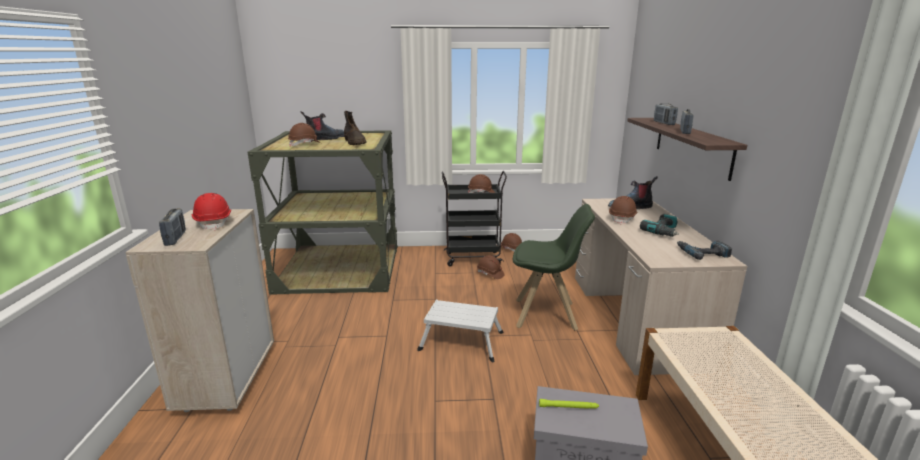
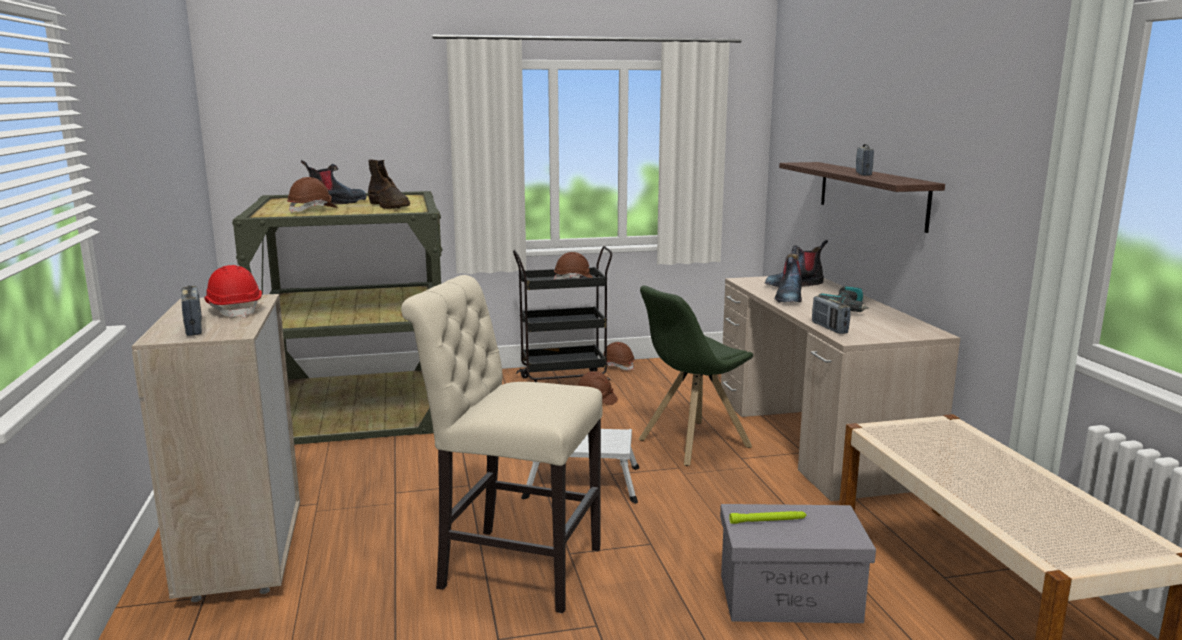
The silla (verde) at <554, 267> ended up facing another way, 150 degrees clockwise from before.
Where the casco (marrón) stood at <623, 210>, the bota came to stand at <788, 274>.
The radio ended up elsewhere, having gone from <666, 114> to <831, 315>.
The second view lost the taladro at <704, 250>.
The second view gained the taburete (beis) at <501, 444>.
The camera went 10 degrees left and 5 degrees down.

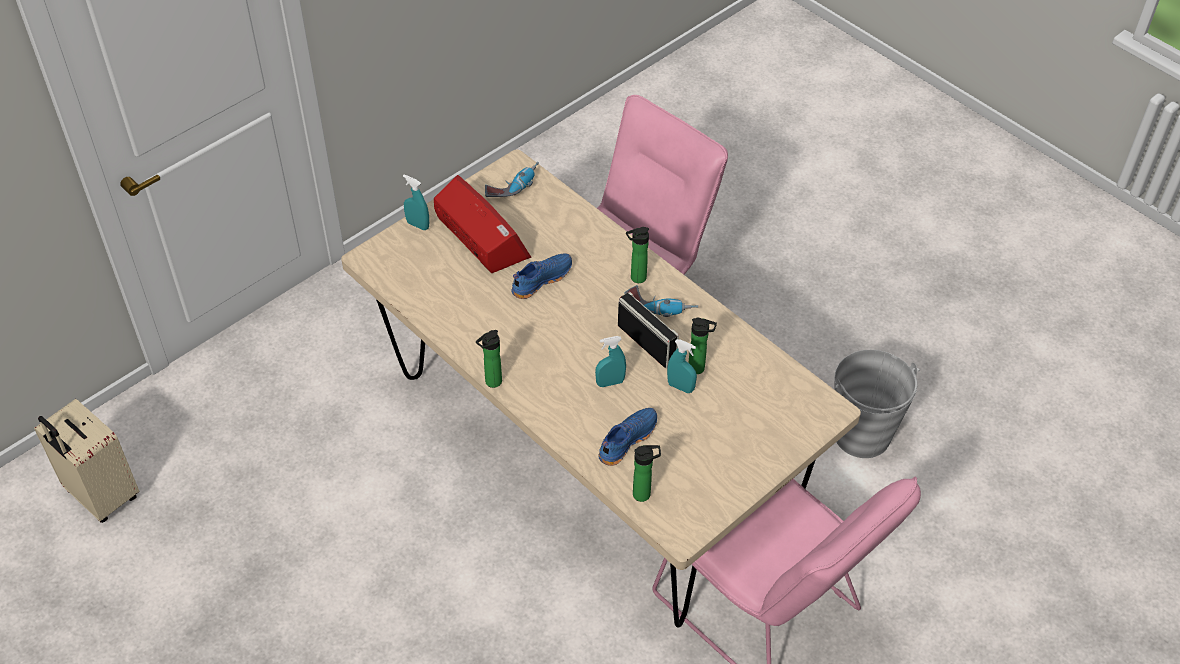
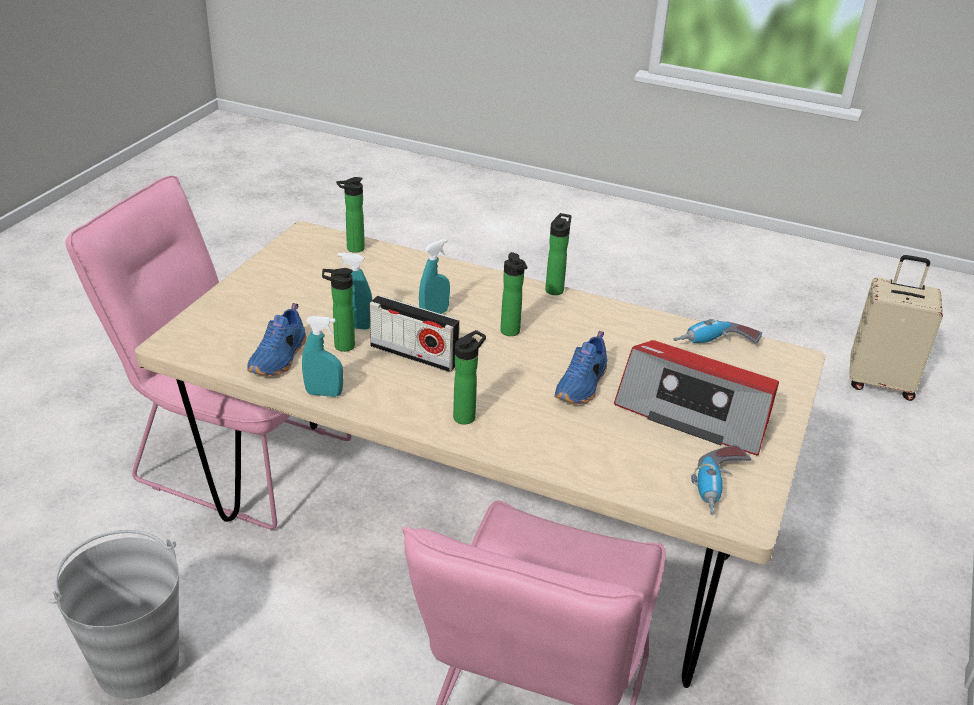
The pulverizador (turquesa) ended up elsewhere, having gone from <416, 202> to <322, 356>.
The zapato (azul) ended up elsewhere, having gone from <627, 437> to <276, 339>.
The taladro ended up elsewhere, having gone from <661, 301> to <718, 331>.
The second view gained the botella at <513, 294>.
The camera went 155 degrees right and 15 degrees down.

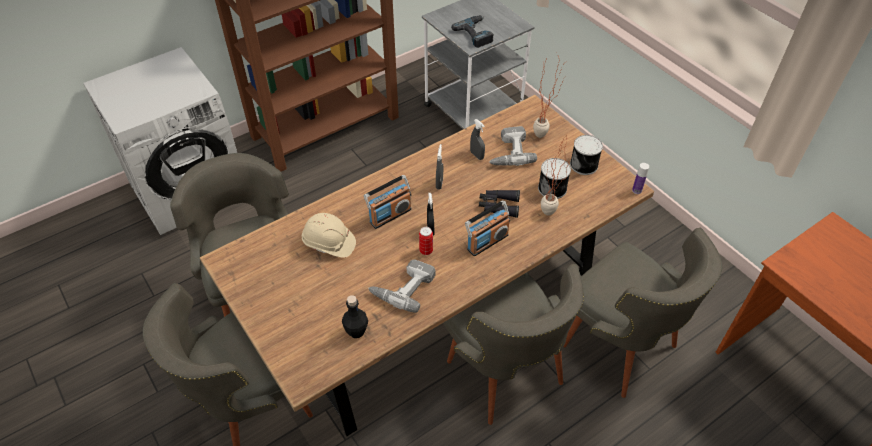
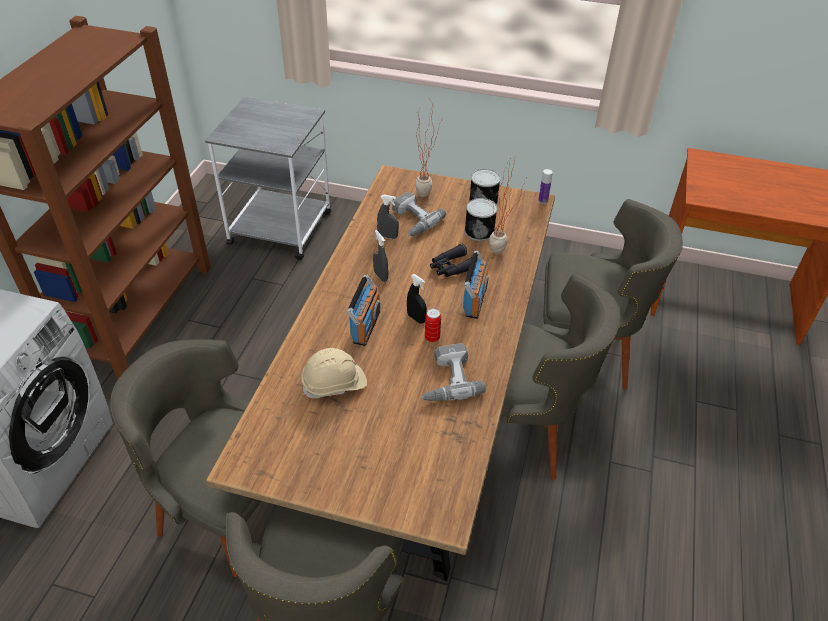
The second view lost the botella (negro) at <355, 316>.
The second view lost the taladro at <472, 31>.
The camera went 40 degrees left and 5 degrees down.

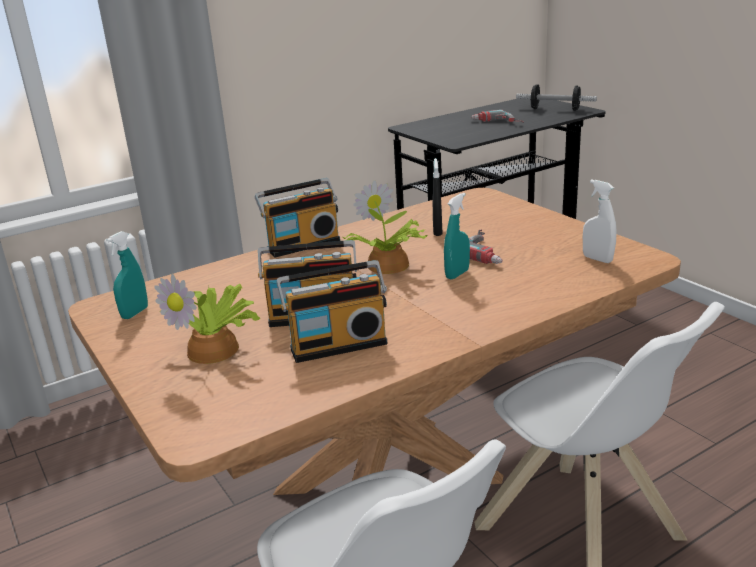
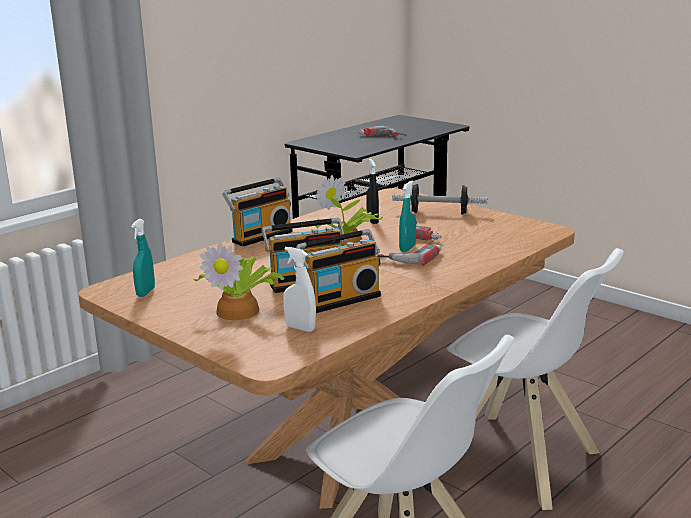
The mancuerna ended up elsewhere, having gone from <556, 97> to <439, 199>.
The pulverizador (blanco) ended up elsewhere, having gone from <599, 221> to <299, 289>.
The second view gained the taladro at <409, 255>.
The camera went 15 degrees left and 5 degrees down.

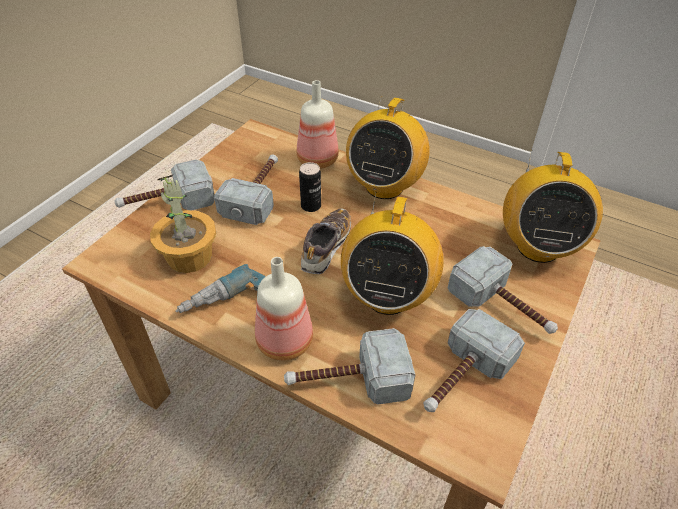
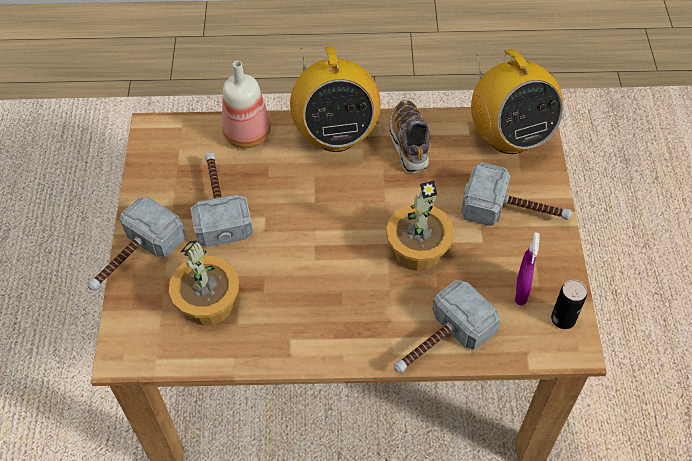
The second view lost the taladro at <220, 288>.
The second view lost the botella at <284, 309>.
The lata ended up elsewhere, having gone from <310, 187> to <569, 304>.
The zapato ended up elsewhere, having gone from <326, 241> to <410, 136>.
Where the radio stood at <392, 253>, the planta en maceta came to stand at <420, 225>.
Where the martillo stood at <474, 360>, the pulverizador (morado) came to stand at <527, 268>.
The camera went 30 degrees left and 10 degrees up.

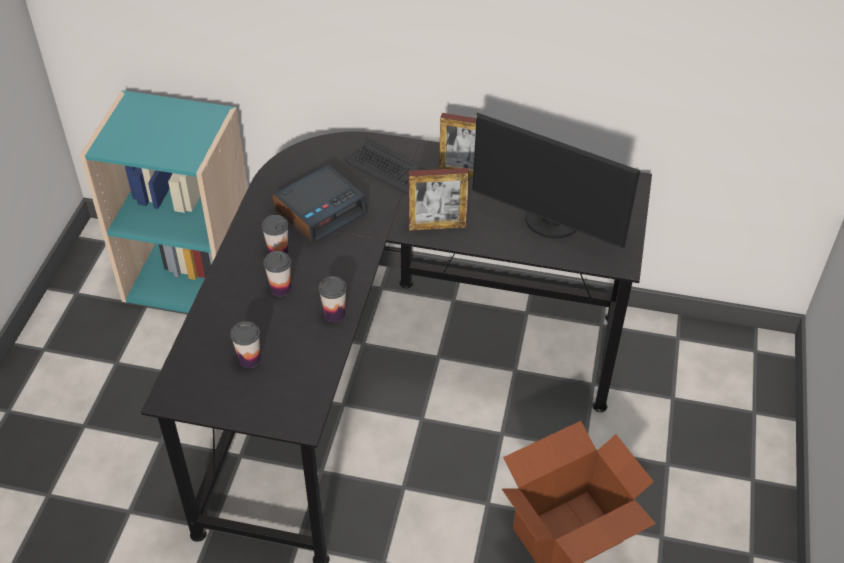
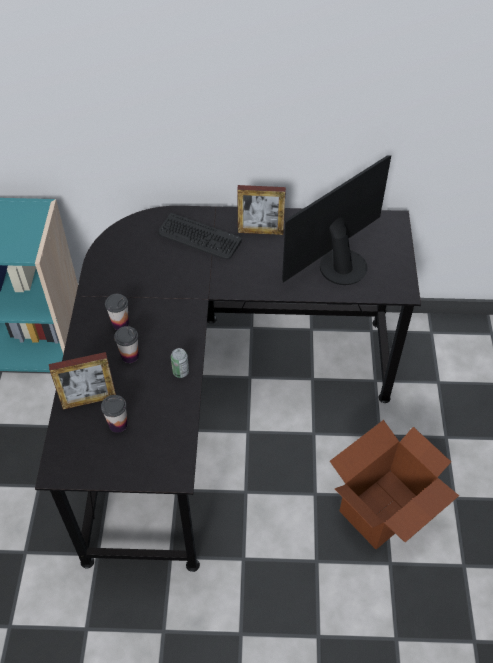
The second view lost the despertador at <320, 204>.
Where the taza stood at <332, 299>, the lata came to stand at <180, 363>.
The portarretratos ended up elsewhere, having gone from <438, 199> to <82, 381>.
The monitor at <556, 180> ended up facing another way, 120 degrees clockwise from before.
The camera went 10 degrees left and 5 degrees up.

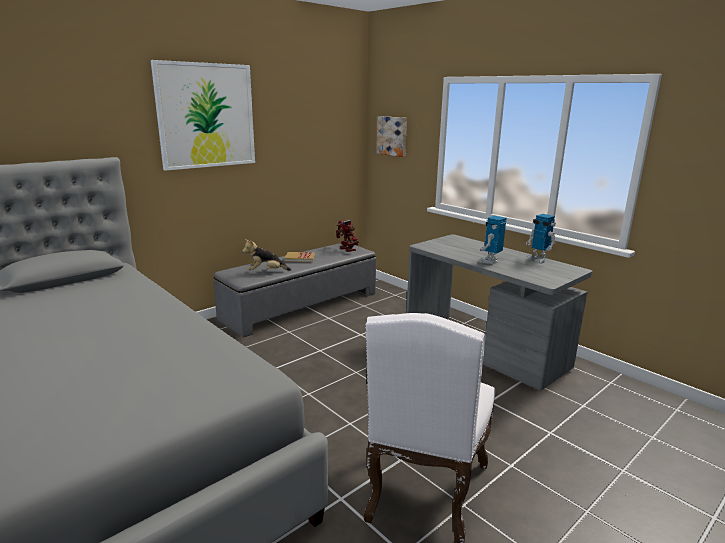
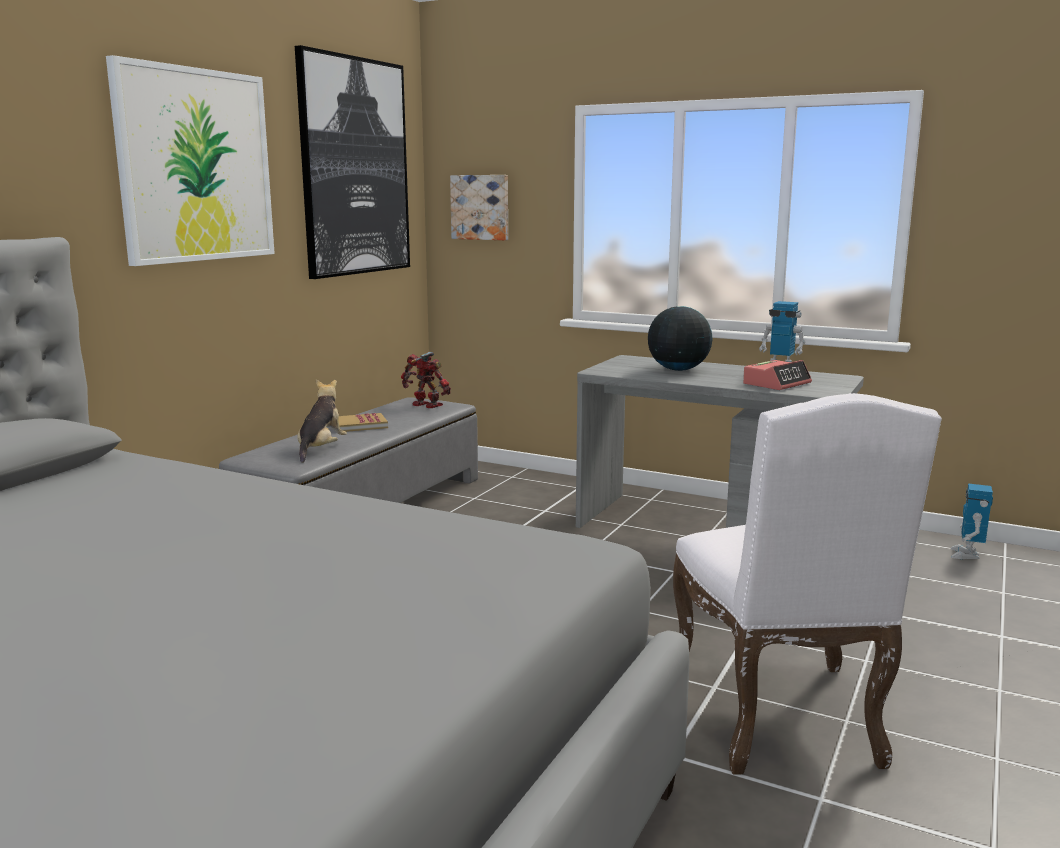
The peluche at <266, 255> ended up facing another way, 135 degrees clockwise from before.
The robot de juguete ended up elsewhere, having gone from <492, 240> to <971, 521>.
The second view gained the cuadro at <352, 162>.
The second view gained the globo terráqueo at <680, 338>.
The second view gained the despertador at <777, 375>.
The camera went 20 degrees left and 5 degrees down.

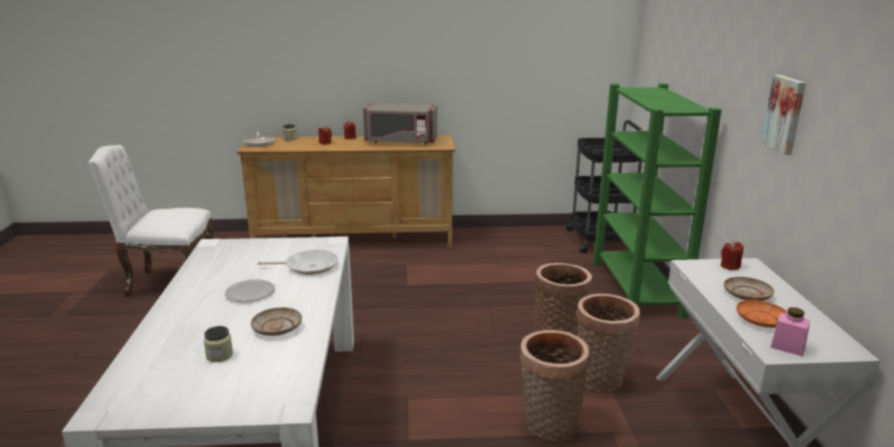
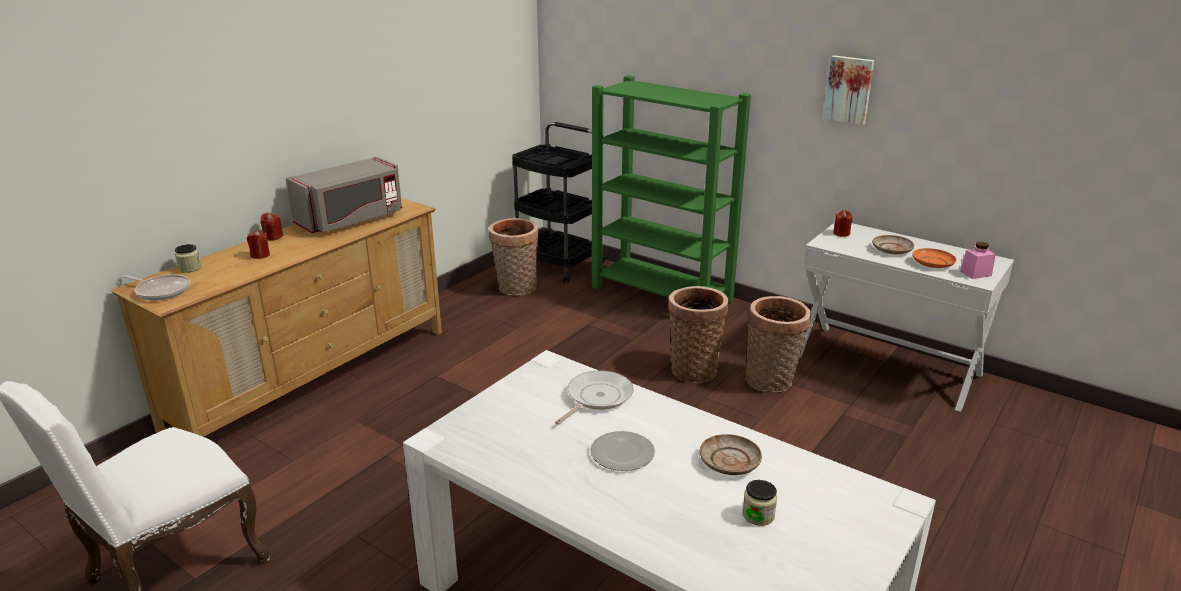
The cesta ended up elsewhere, having gone from <555, 385> to <514, 257>.
The camera went 50 degrees left and 5 degrees up.

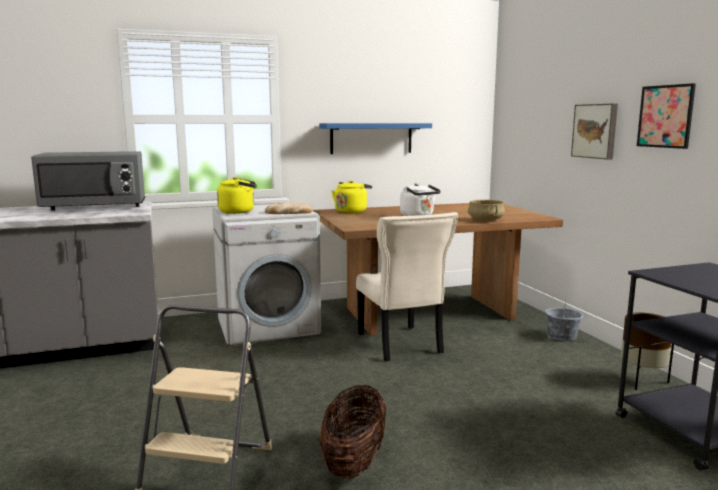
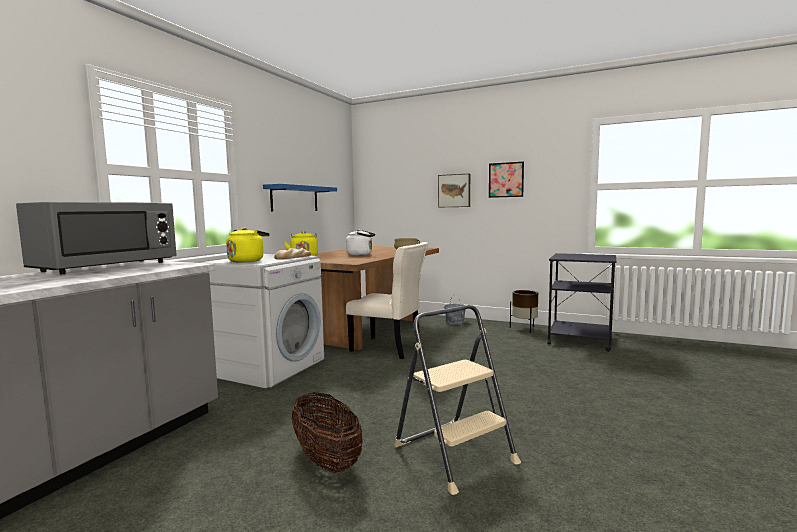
The cesta ended up elsewhere, having gone from <352, 432> to <326, 432>.
The camera went 45 degrees left and 5 degrees down.

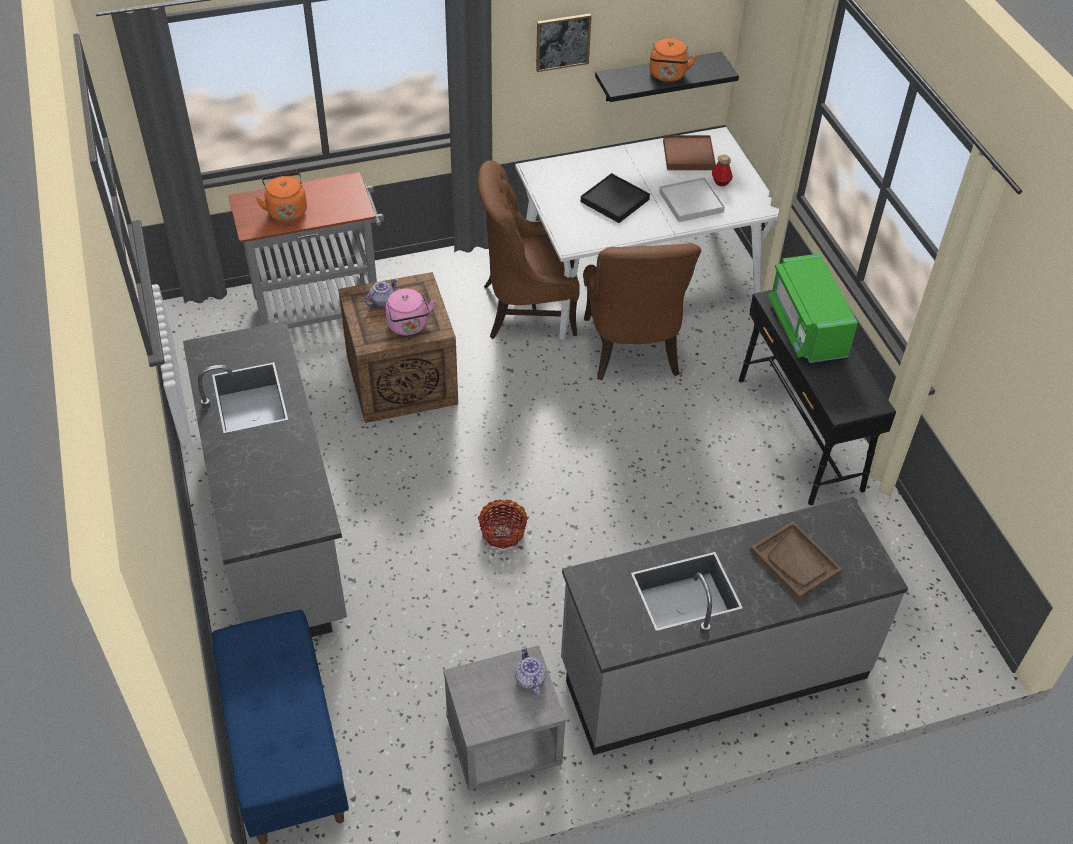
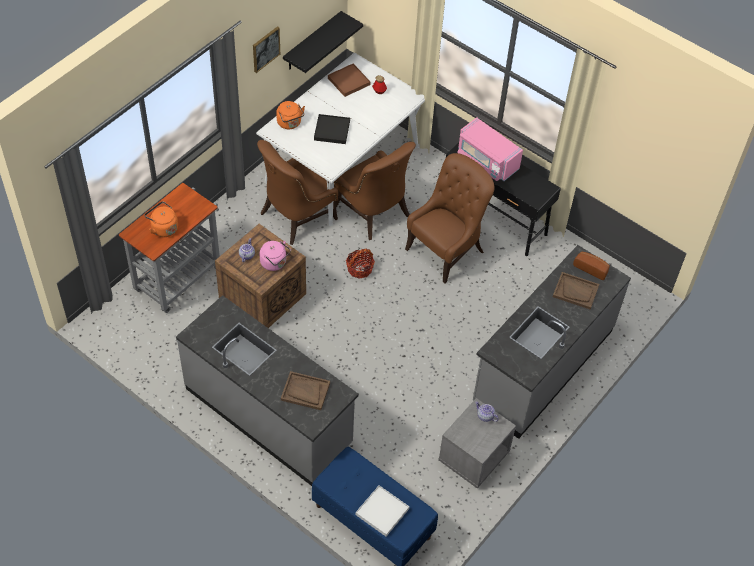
The cesta ended up elsewhere, having gone from <503, 524> to <360, 263>.
The hervidor (naranja) ended up elsewhere, having gone from <673, 60> to <290, 115>.
The bandeja (blanco) ended up elsewhere, having gone from <692, 199> to <382, 511>.
What was the microondas (verde) at <813, 308> turned into the microondas (rosa) at <490, 149>.
The second view gained the bandeja (marrón) at <305, 390>.
The second view gained the silla (marrón) at <449, 218>.
The second view gained the pan at <591, 266>.
The camera went 35 degrees left and 5 degrees up.

